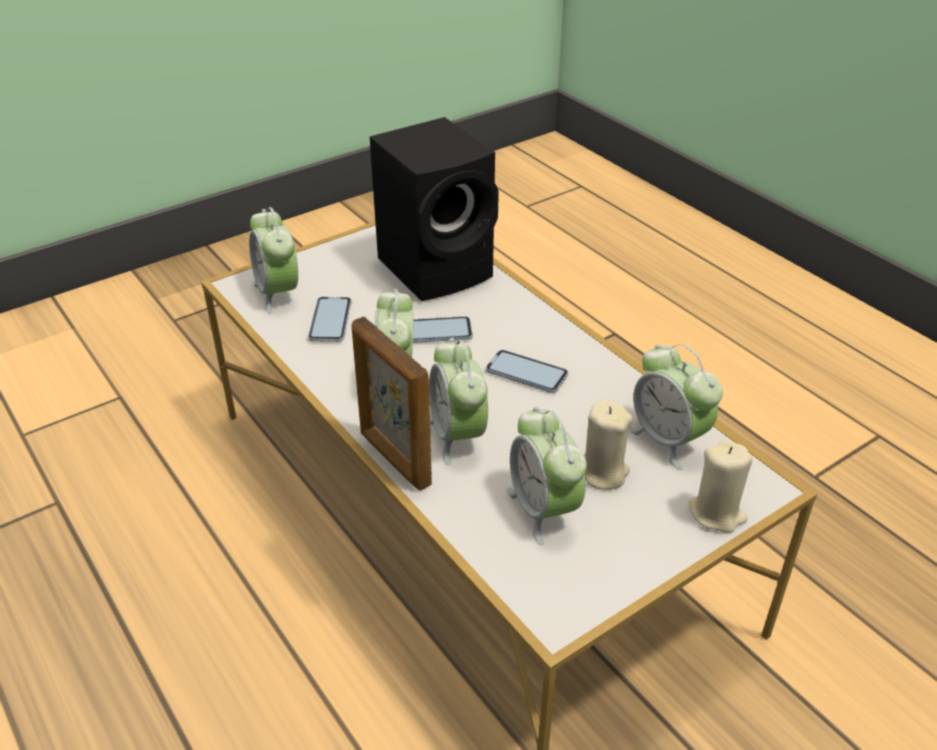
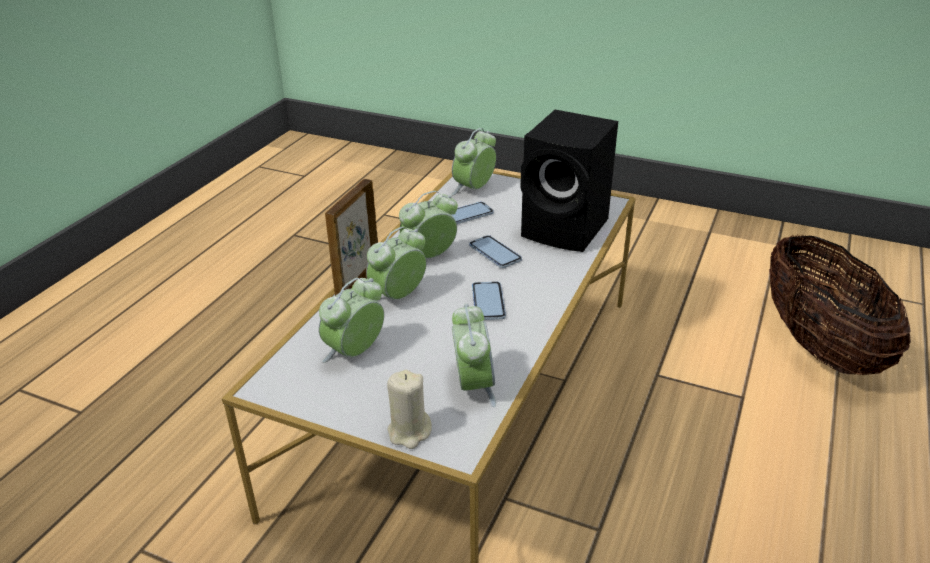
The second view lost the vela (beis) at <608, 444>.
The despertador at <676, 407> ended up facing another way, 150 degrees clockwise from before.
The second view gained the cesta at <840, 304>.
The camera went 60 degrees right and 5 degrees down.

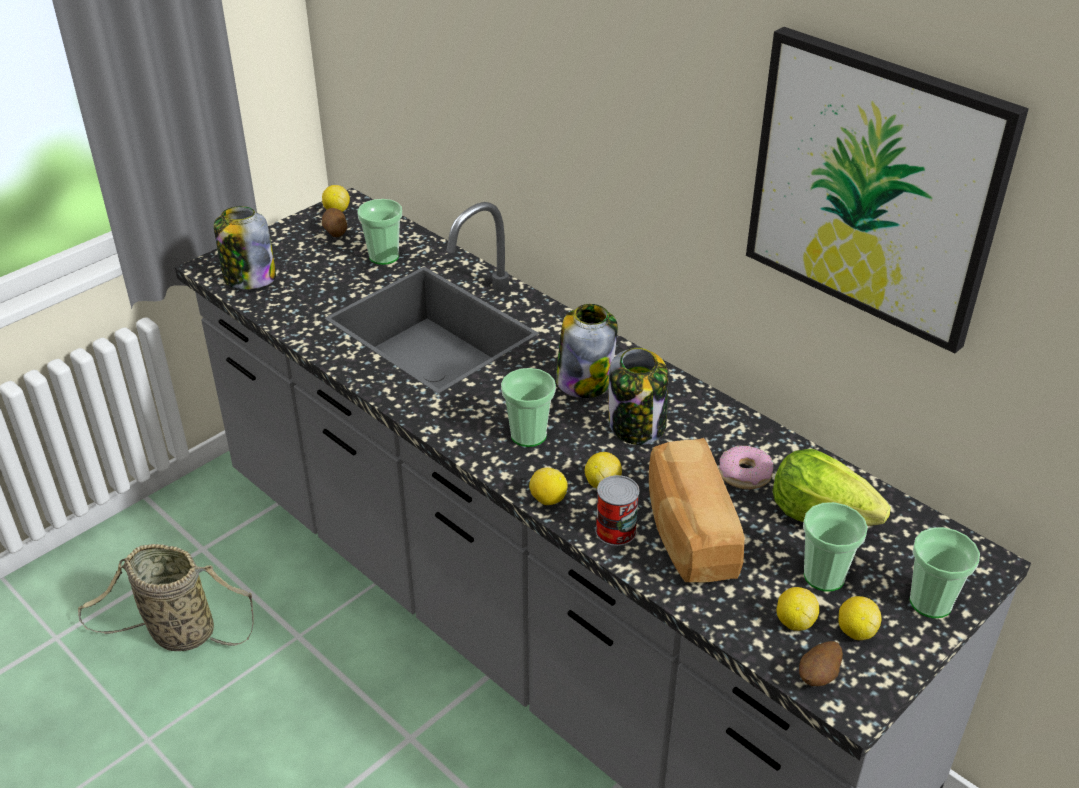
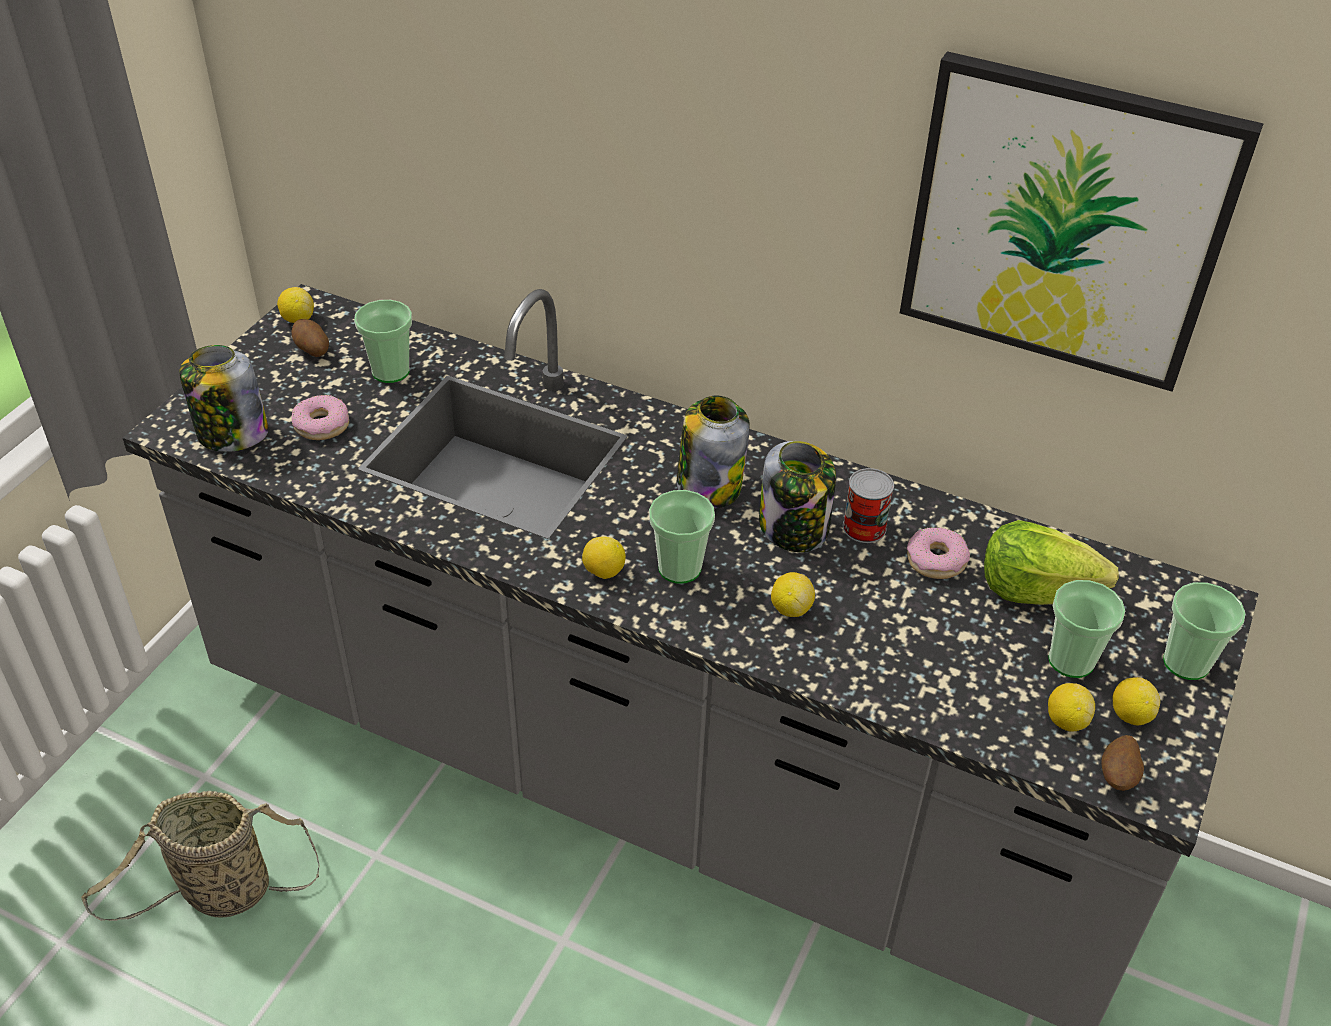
The limón ended up elsewhere, having gone from <548, 486> to <604, 557>.
The lata ended up elsewhere, having gone from <617, 510> to <868, 505>.
The second view lost the pan at <697, 510>.
The second view gained the rosquilla at <320, 417>.
The camera went 20 degrees left and 5 degrees up.

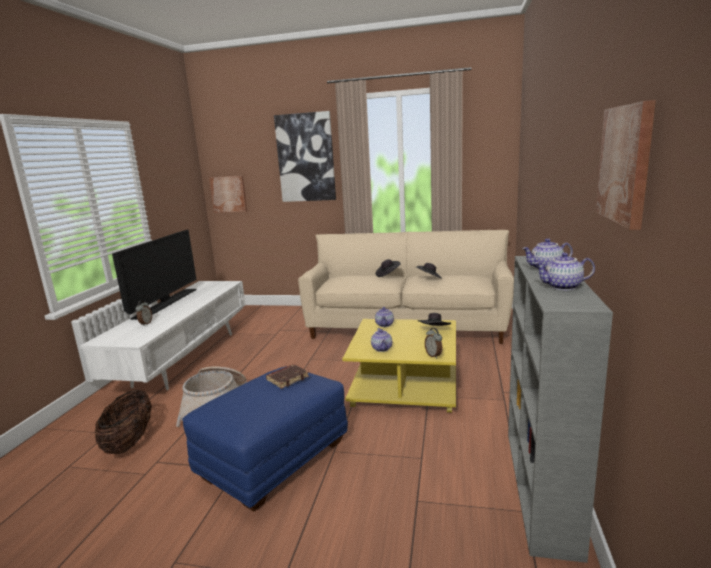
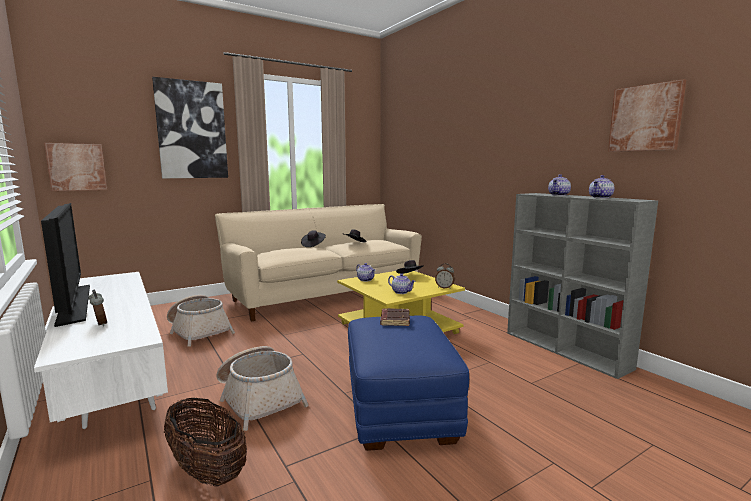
The second view gained the cesta at <201, 320>.
The camera went 45 degrees left and 5 degrees down.

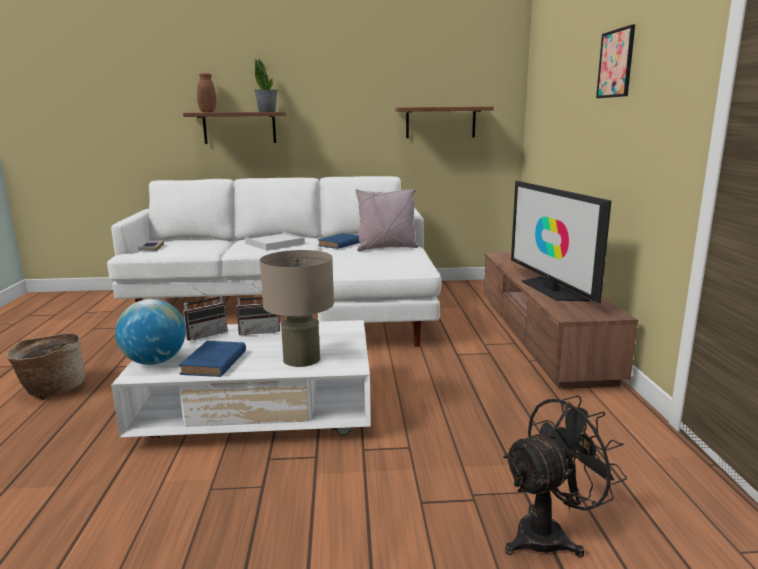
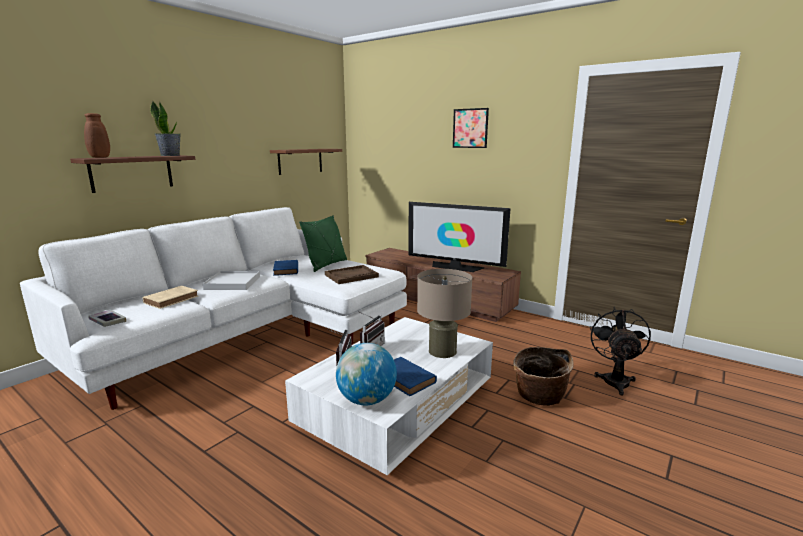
The cesta ended up elsewhere, having gone from <45, 366> to <543, 376>.
What was the cojín (morado) at <387, 220> turned into the cojín (verde) at <323, 243>.
The second view gained the libro (beis) at <170, 297>.
The second view gained the bandeja (marrón) at <352, 274>.
The camera went 50 degrees left and 0 degrees up.

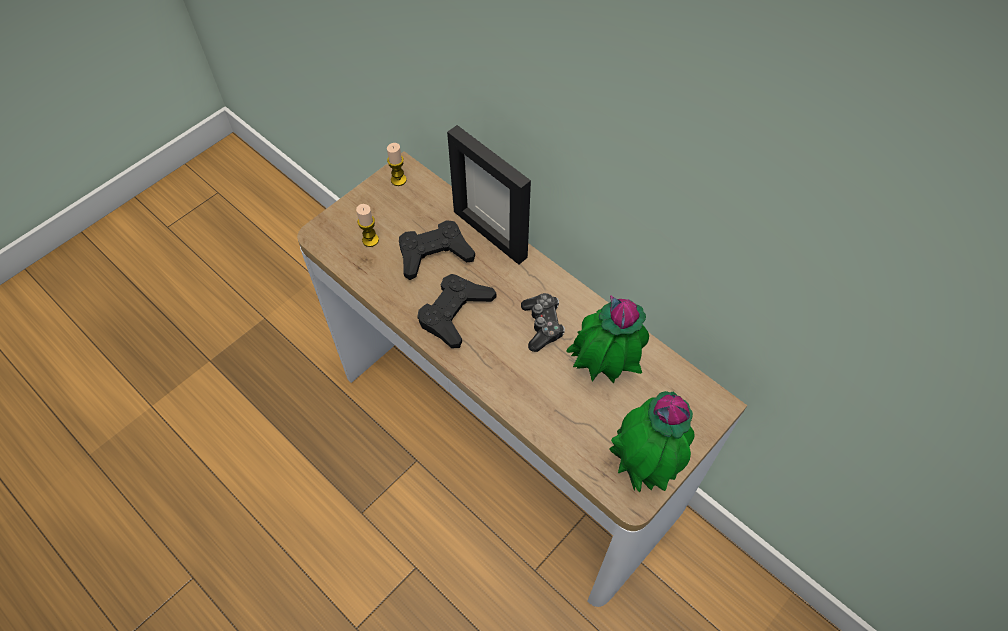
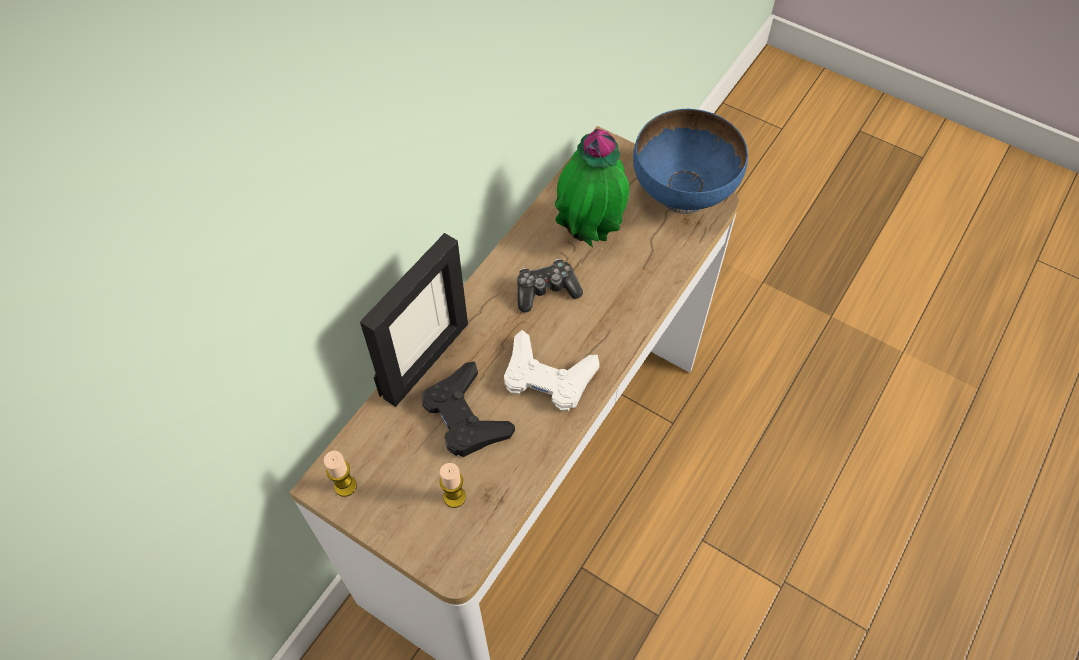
What was the mando de consola (negro) at <456, 311> turned into the mando de consola (blanco) at <552, 370>.
Where the planta en maceta stood at <652, 441>, the cuenco (azul) came to stand at <690, 161>.
The camera went 100 degrees left and 0 degrees up.

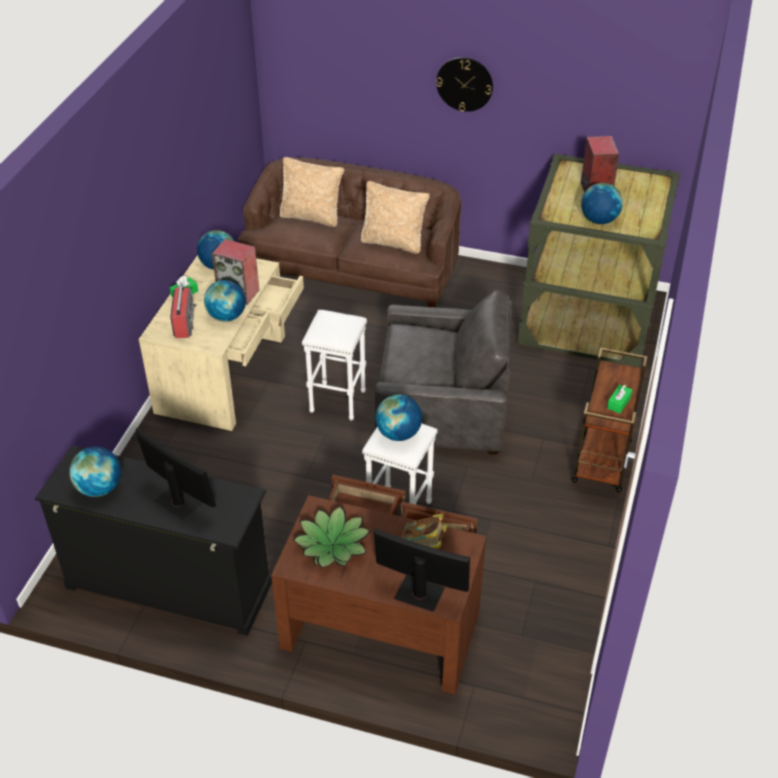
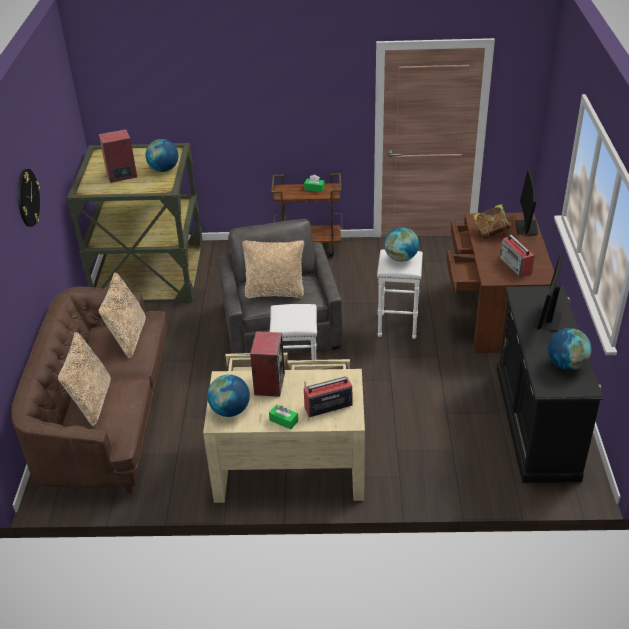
The second view lost the globo terráqueo at <225, 301>.
Where the planta en maceta stood at <331, 536>, the radio came to stand at <517, 256>.
The second view gained the cojín (beis) at <273, 269>.
The camera went 105 degrees left and 5 degrees down.

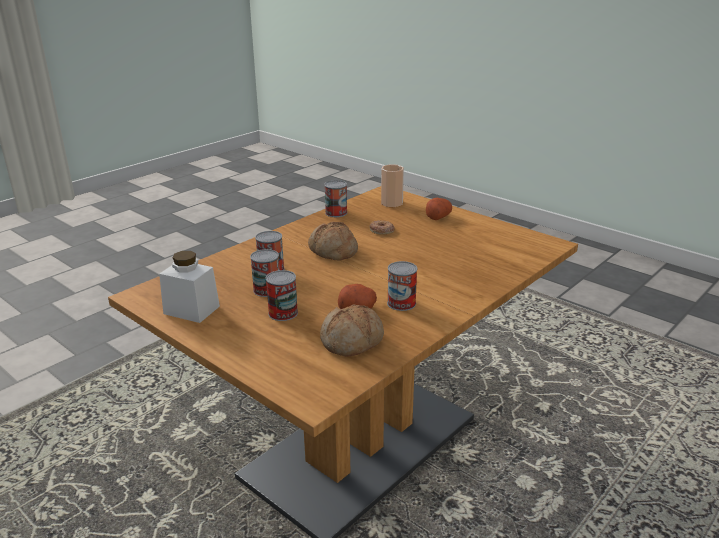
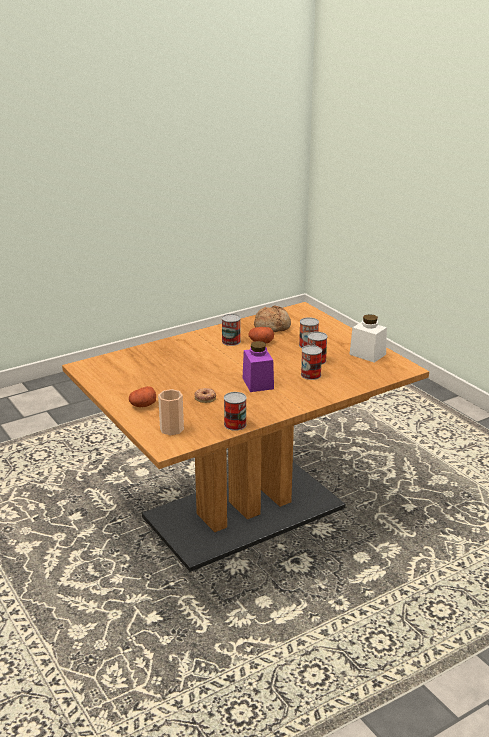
Where the pan stood at <333, 241>, the tarro (morado) came to stand at <258, 366>.
The camera went 165 degrees left and 0 degrees up.

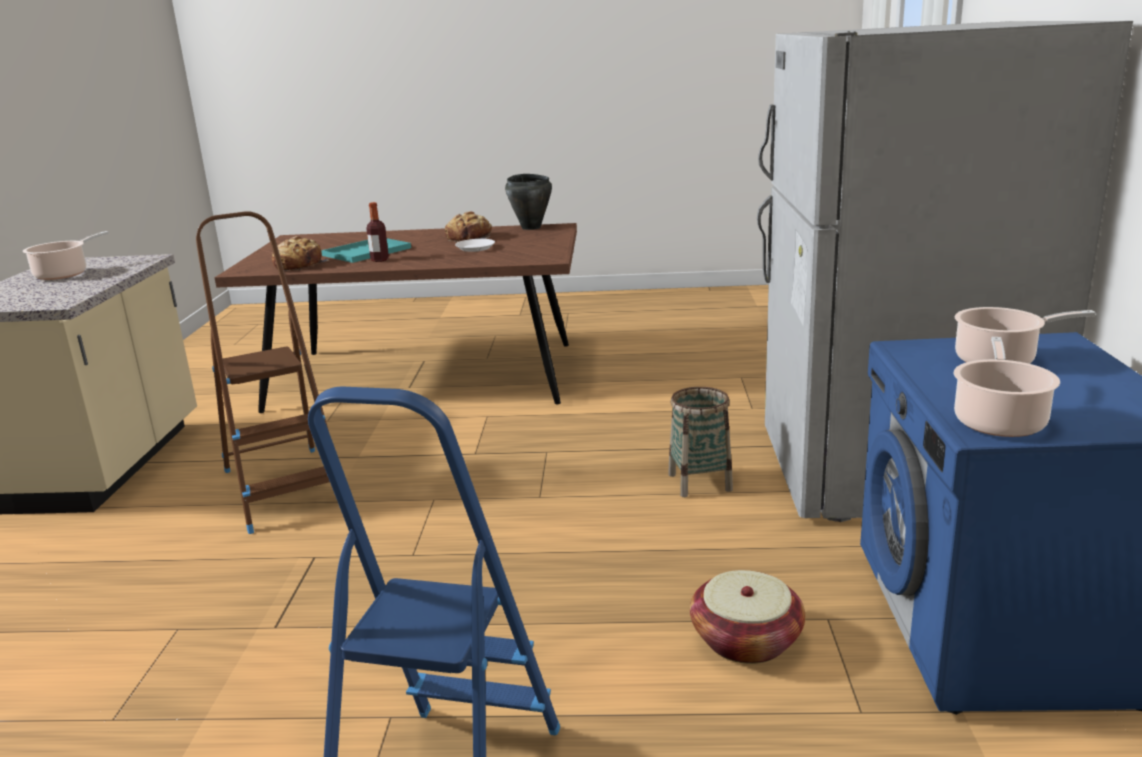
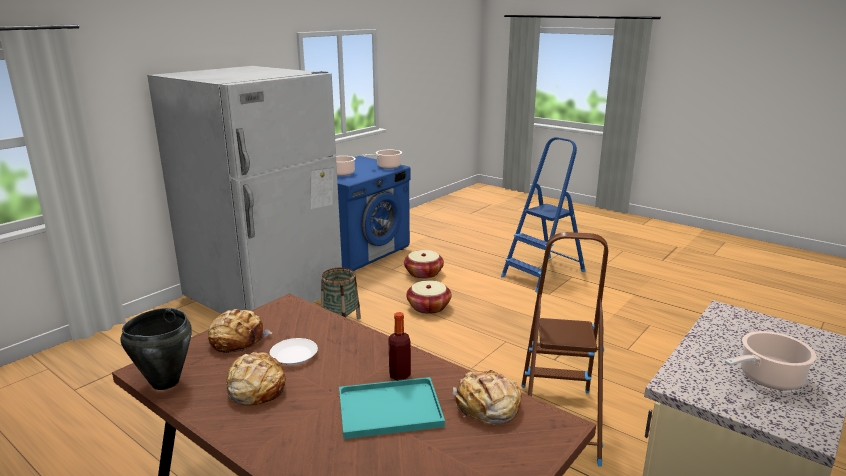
The second view gained the pan at <240, 331>.
The second view gained the cesta at <428, 297>.
The camera went 145 degrees left and 0 degrees up.

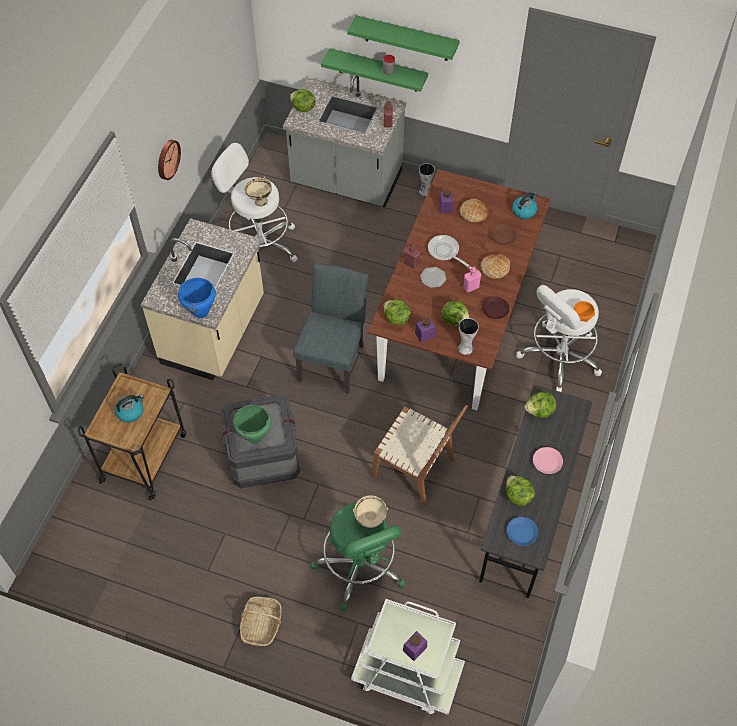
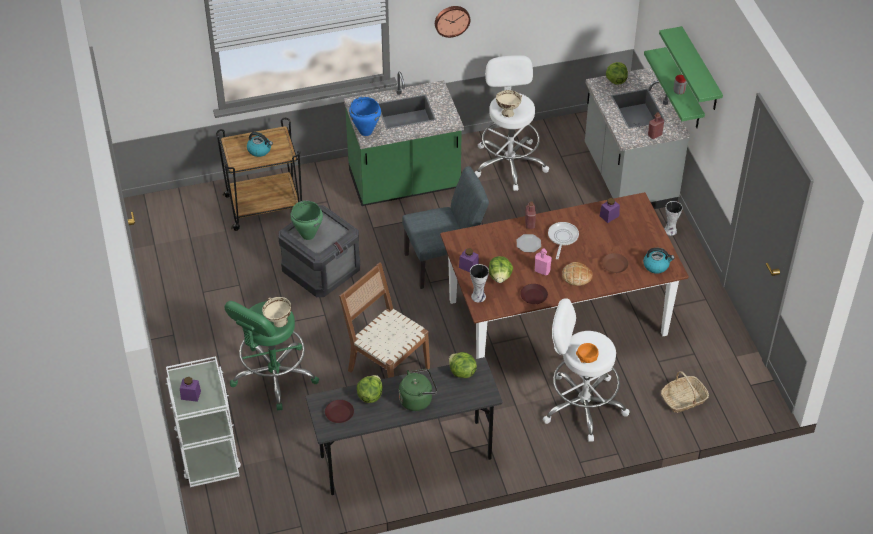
What was the mueble bajo de cocina (beis) at <202, 299> turned into the mueble bajo de cocina (verde) at <404, 139>.
The cesta ended up elsewhere, having gone from <261, 621> to <685, 392>.
The silla at <420, 456> ended up facing another way, 135 degrees clockwise from before.
The second view lost the lechuga at <397, 312>.
The second view lost the pan at <474, 211>.
What was the plato (azul) at <522, 531> turned into the plato (marrón) at <339, 411>.
Where the plato (rosa) stood at <548, 460>, the hervidor (verde) came to stand at <418, 390>.
The camera went 55 degrees right and 10 degrees down.

